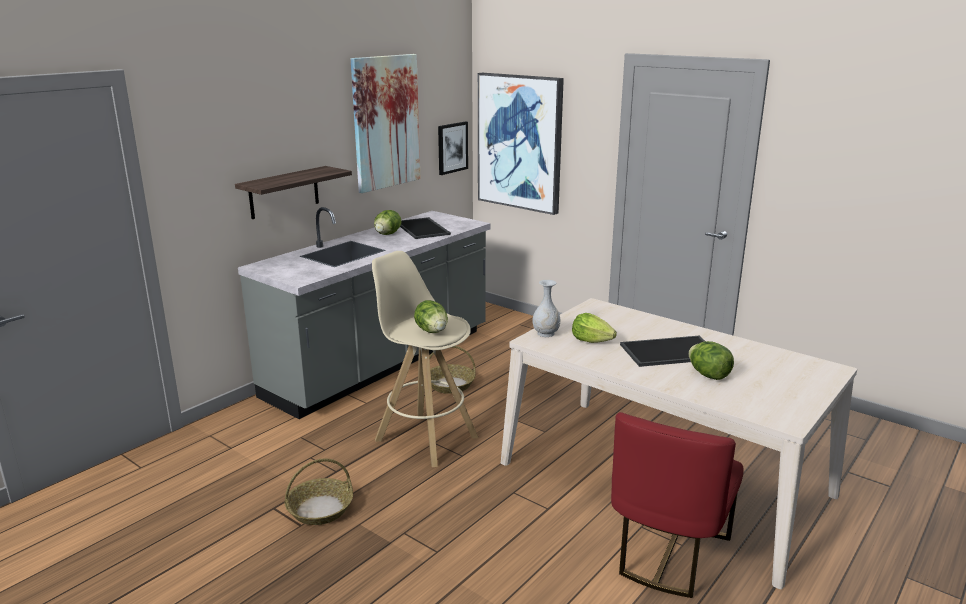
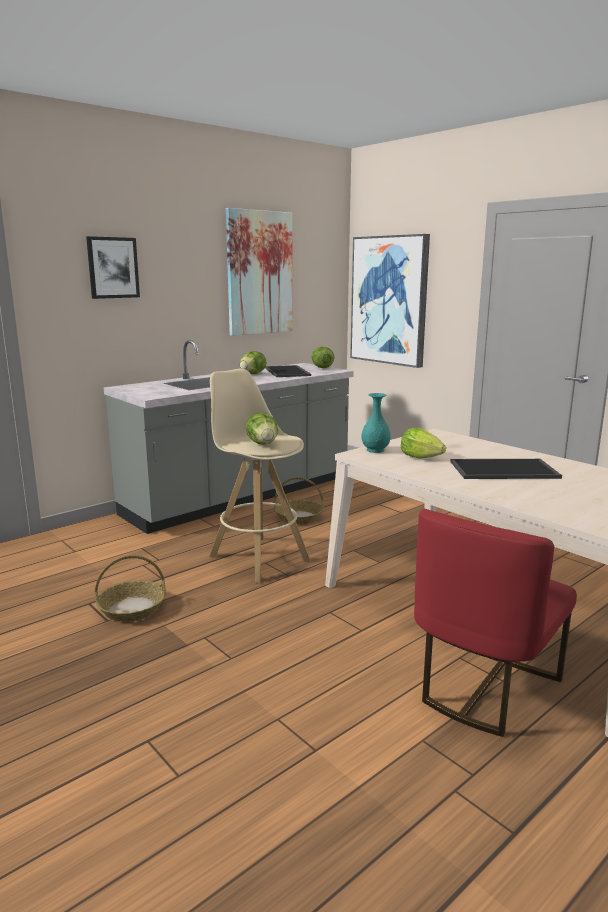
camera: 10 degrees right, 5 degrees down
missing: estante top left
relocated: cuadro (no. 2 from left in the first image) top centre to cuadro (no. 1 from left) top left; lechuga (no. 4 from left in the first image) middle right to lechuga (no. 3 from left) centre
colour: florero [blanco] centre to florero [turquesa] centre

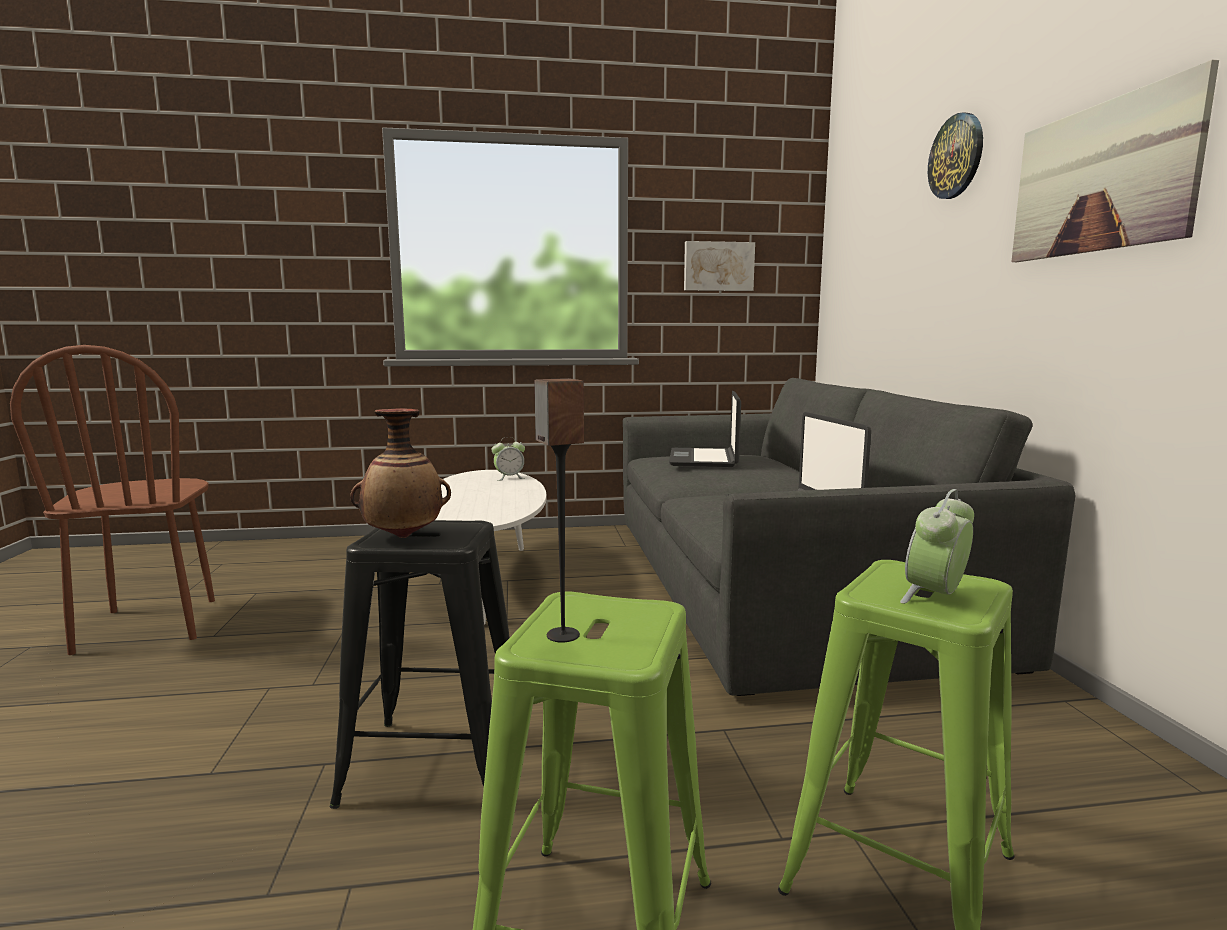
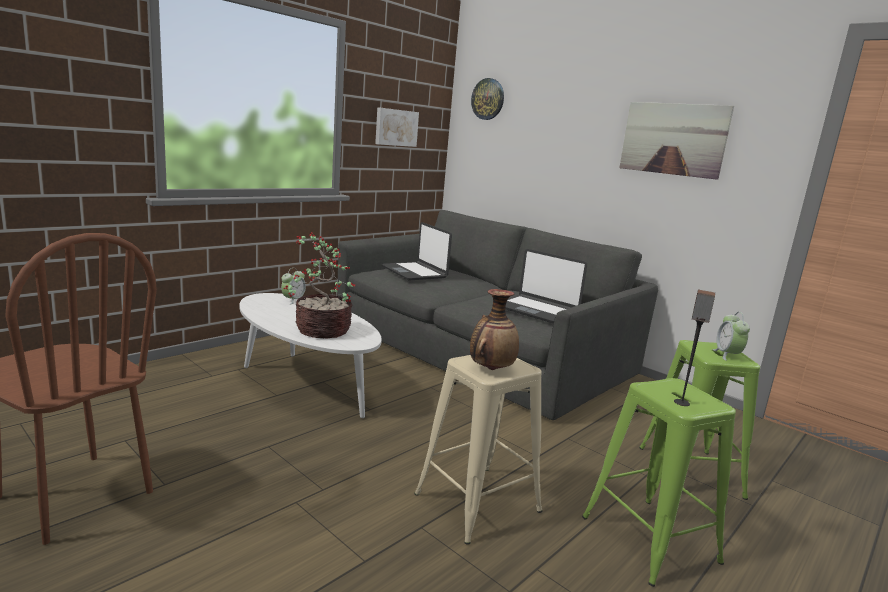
camera: 40 degrees left, 5 degrees up
appeared: planta en maceta centre
relocated: reloj de pared top right to top centre
colour: taburete [negro] bottom centre to taburete [beis] bottom centre

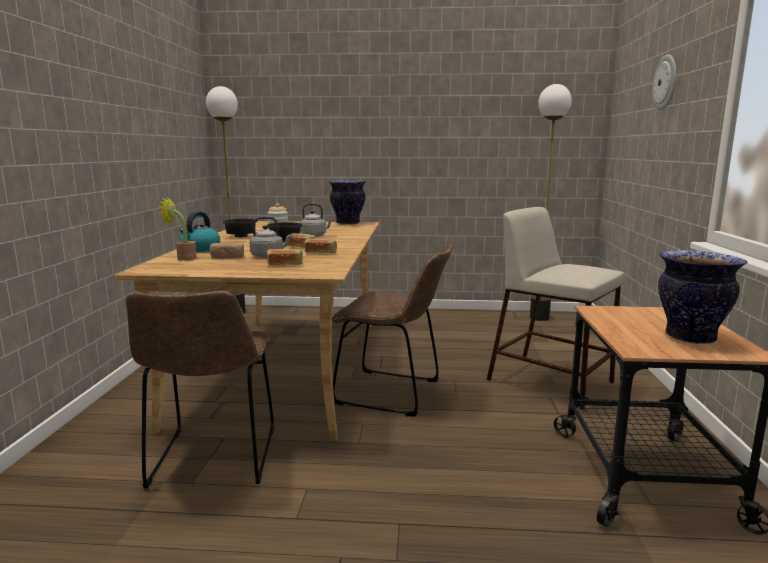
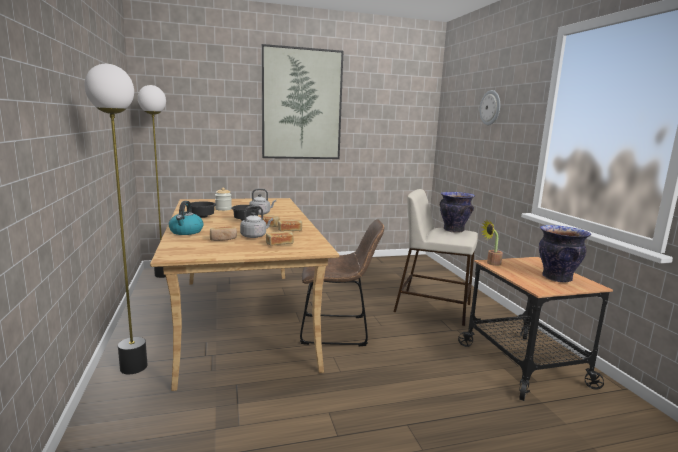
camera: 20 degrees left, 0 degrees up
missing: silla [marrón] (no. 1 from left) bottom left
appeared: cuadro top centre
relocated: planta en maceta middle left to middle right; florero (no. 1 from left) centre to middle right; lámpara de pie (no. 2 from left in the first image) middle right to lámpara de pie (no. 1 from left) middle left

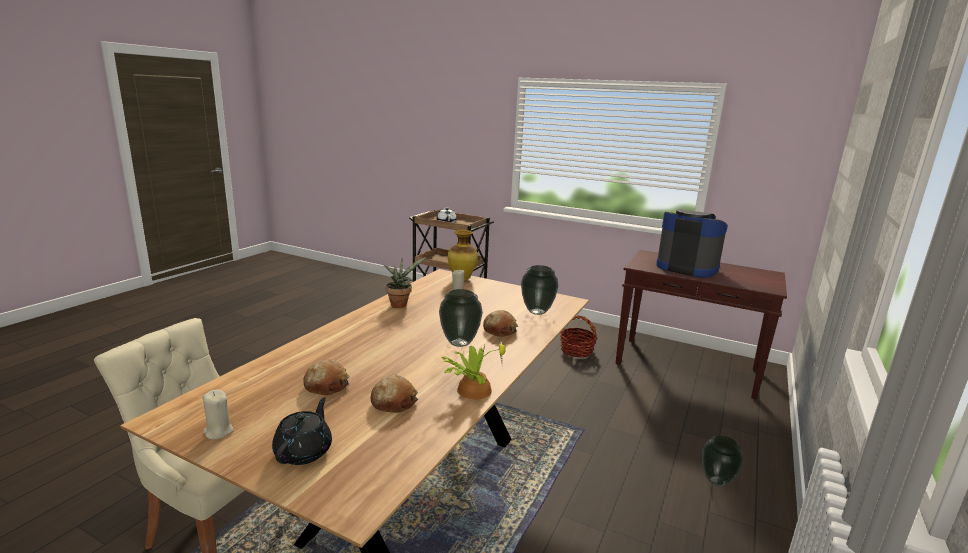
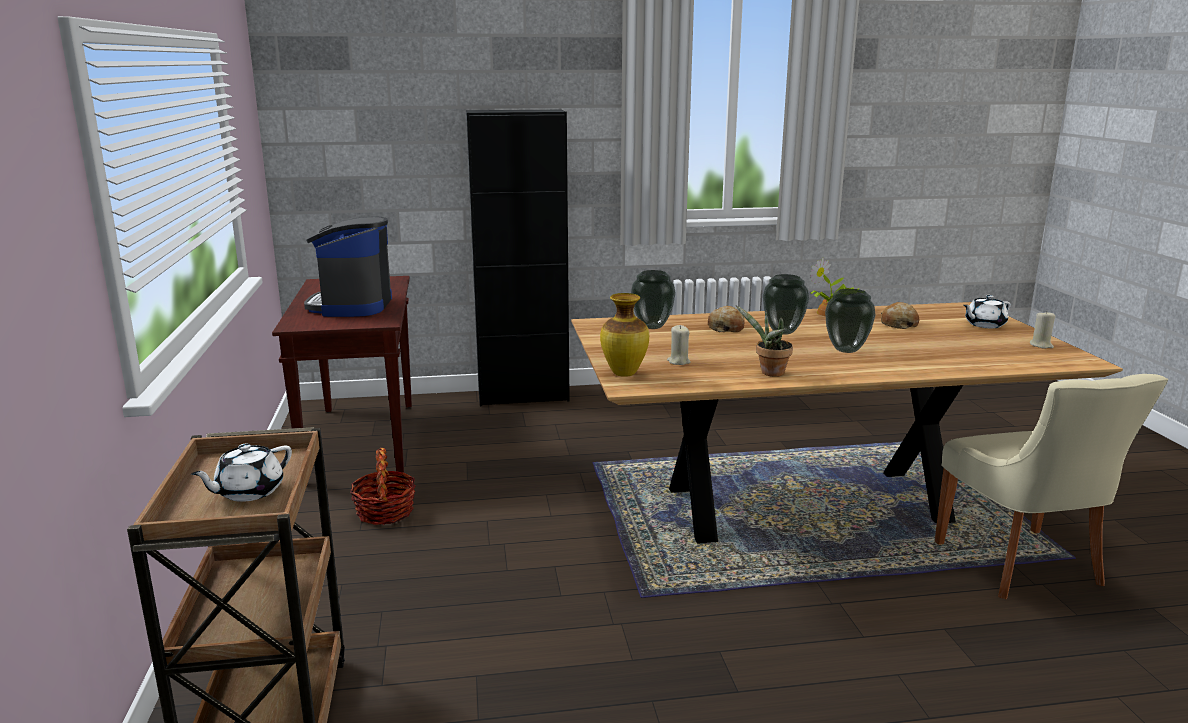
camera: 125 degrees left, 0 degrees up
missing: pan (no. 1 from left) bottom centre
appeared: armario [negro] centre
relocated: florero (no. 4 from left) bottom right to middle right
colour: tetera [negro] bottom left to tetera [blanco] (no. 2 from left) middle right

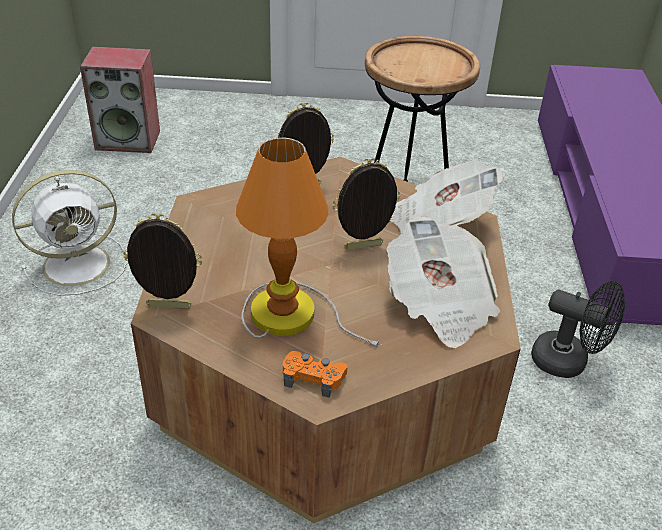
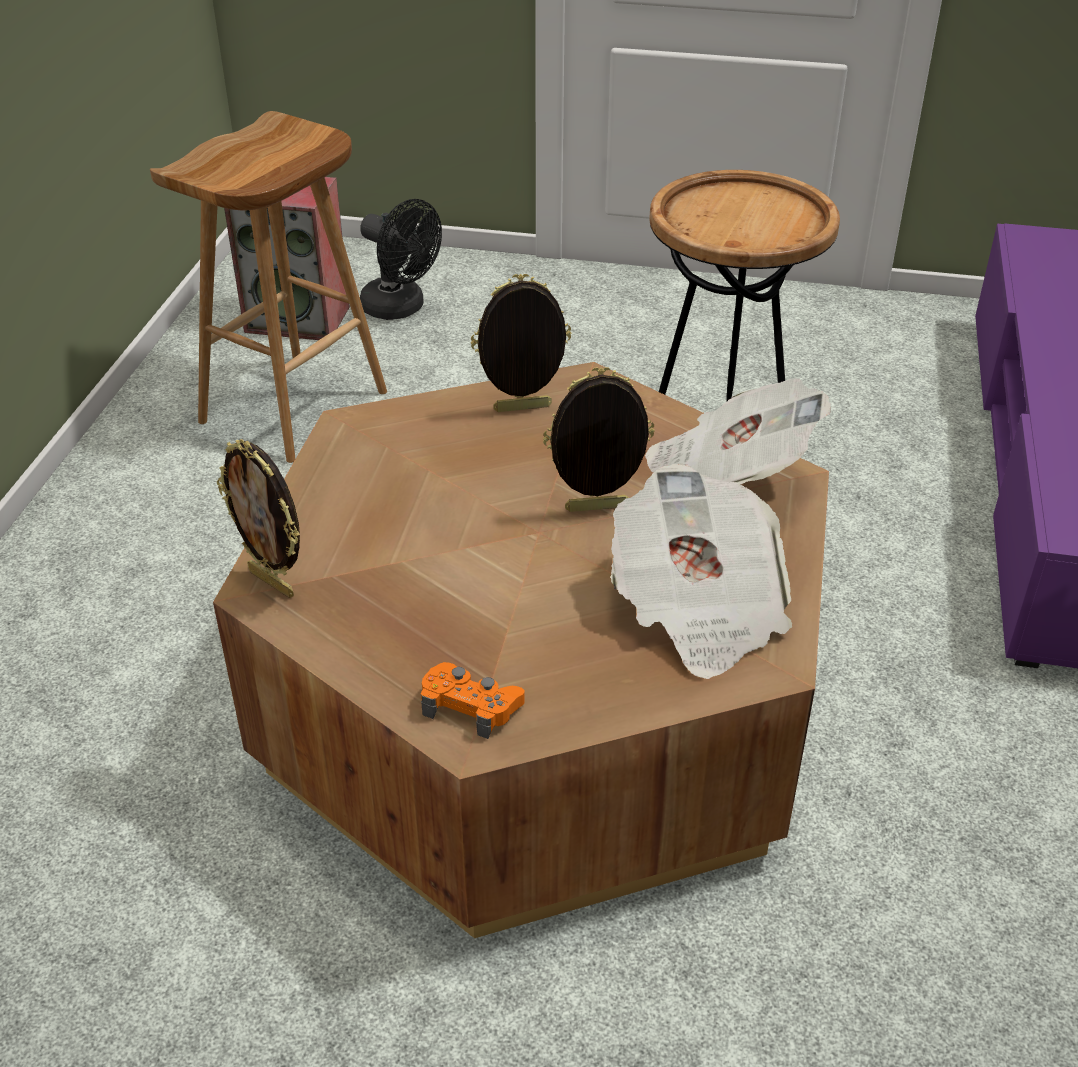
camera: 10 degrees right, 0 degrees up
missing: ventilador [blanco] middle left; lámpara de mesa centre
appeared: taburete [marrón] top left
relocated: ventilador [negro] middle right to top centre
spun: portarretratos (no. 1 from left) middle left = middle left 150 degrees counterclockwise

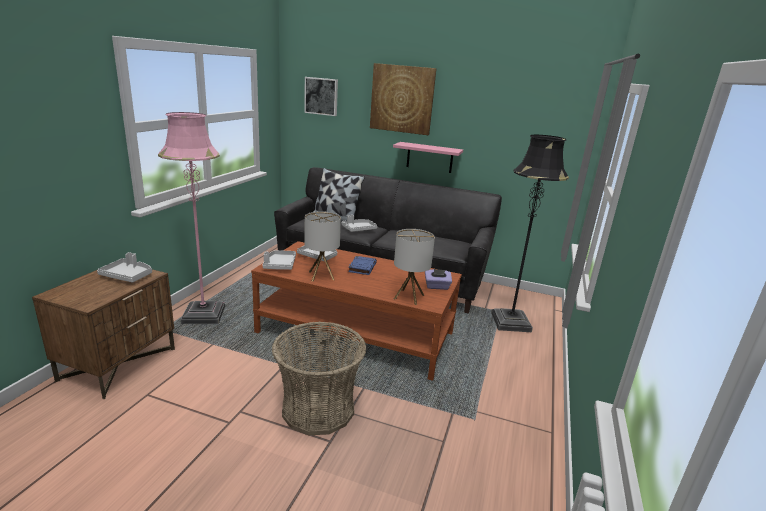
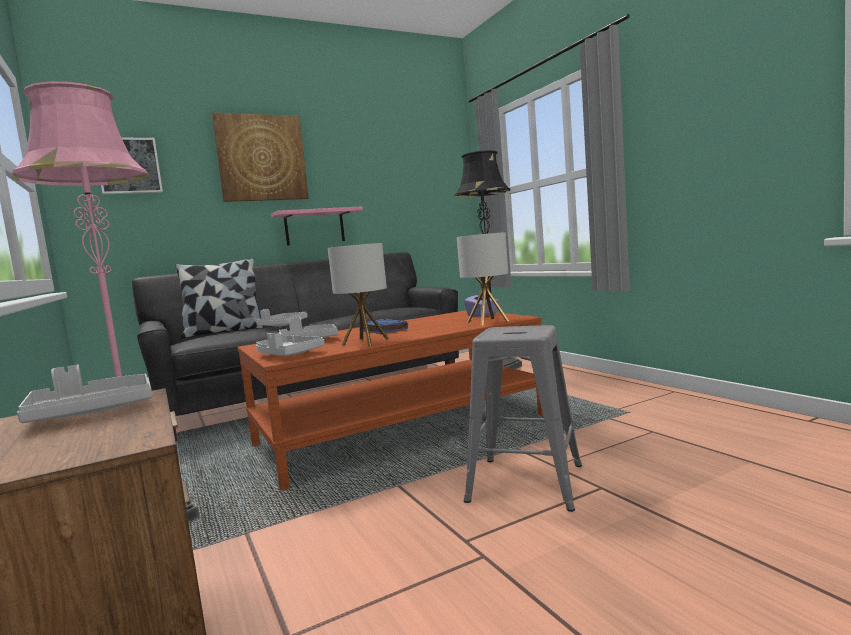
camera: 45 degrees left, 15 degrees down
exchanged: cesta bottom centre to taburete [gris] centre

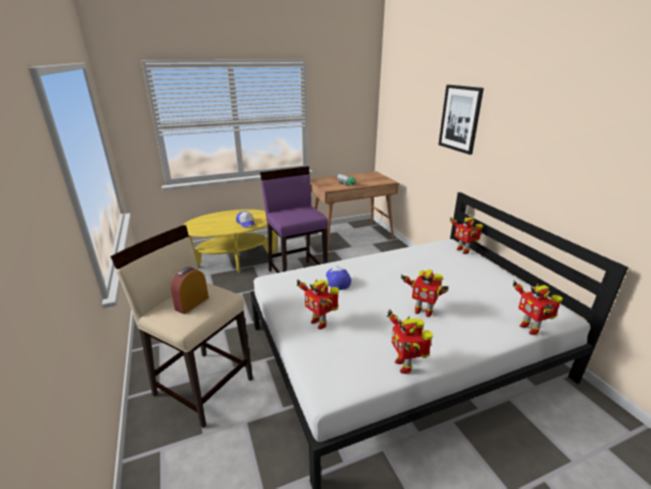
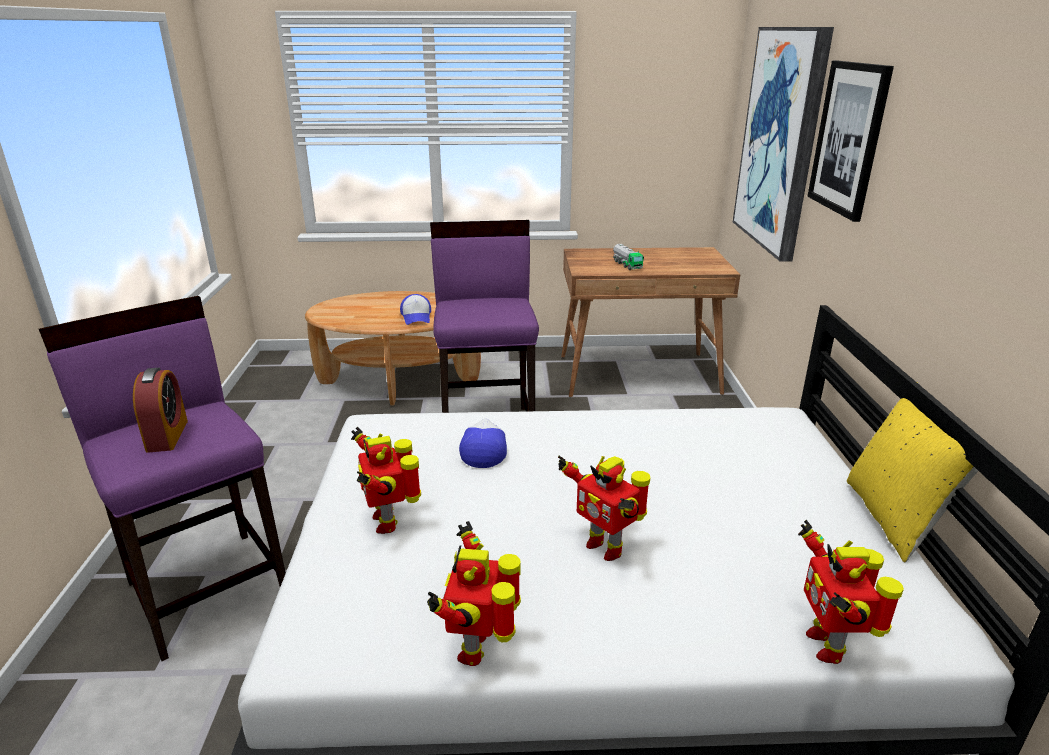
camera: 20 degrees right, 0 degrees up
missing: robot de juguete (no. 4 from left) middle right
appeared: cuadro (no. 1 from left) top right; cojín [amarillo] middle right
colour: taburete [beis] bottom left to taburete [morado] (no. 1 from left) middle left; mesa de centro [amarillo] centre to mesa de centro [marrón] centre
spun: despertador middle left = middle left 120 degrees clockwise

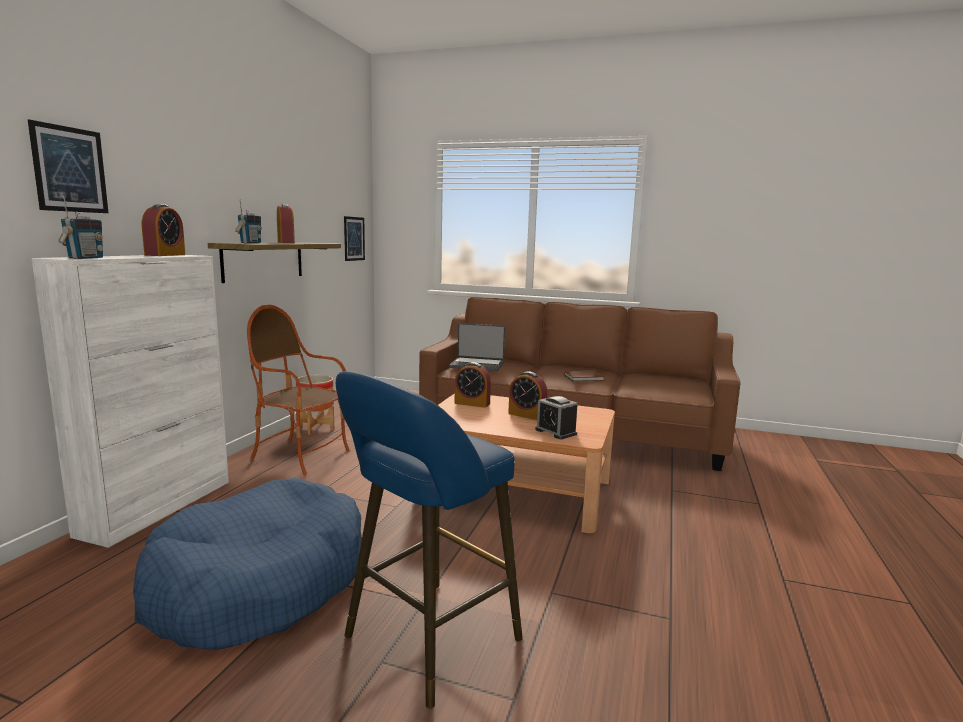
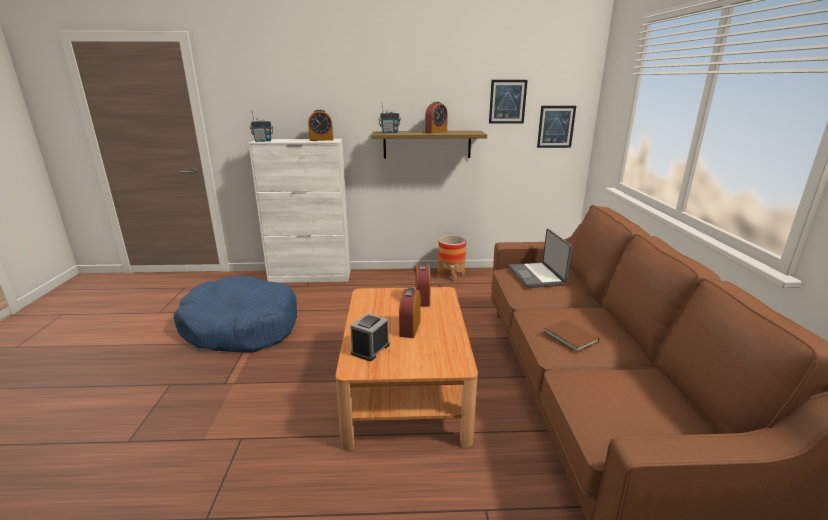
camera: 70 degrees right, 10 degrees up
missing: sillón middle left; taburete [azul] bottom centre
relocated: cuadro (no. 1 from left) top left to top centre

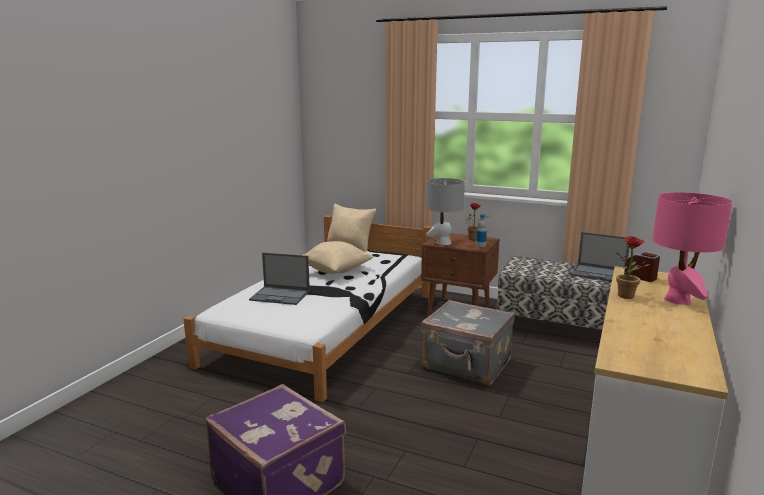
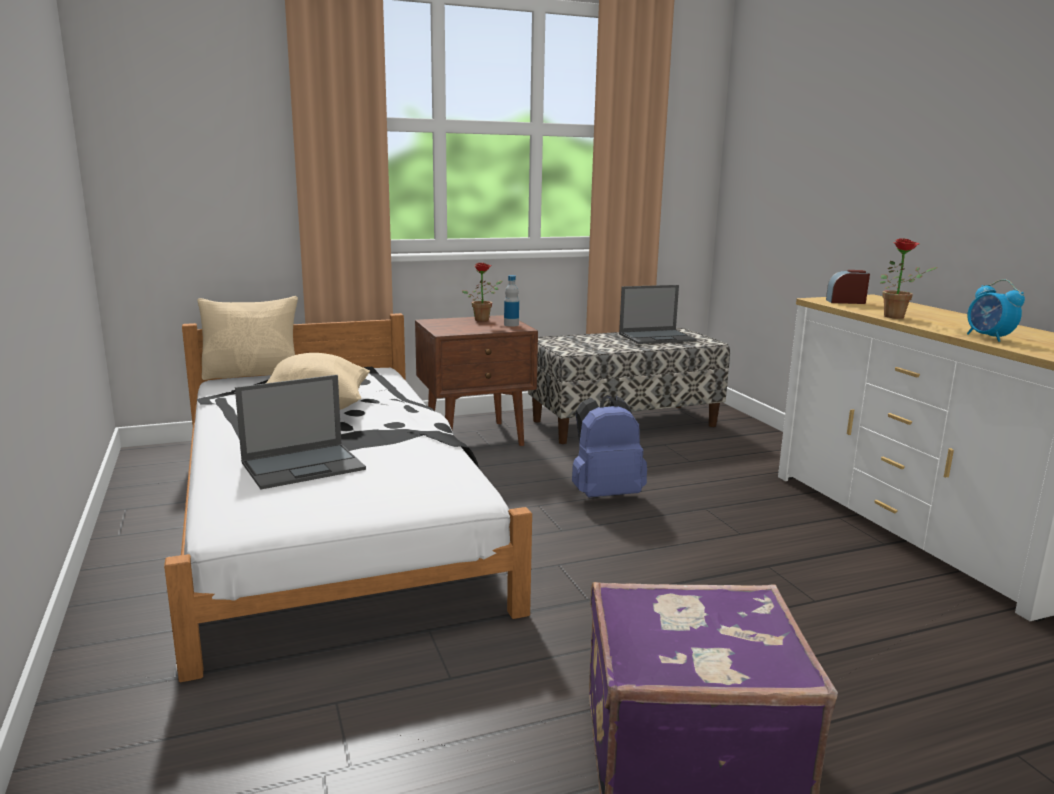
camera: 45 degrees left, 0 degrees up
missing: lámpara de mesa [gris] centre; lámpara de mesa [rosa] middle right
appeared: despertador (no. 2 from left) middle right
exchanged: maleta [gris] bottom centre to mochila [azul] centre

